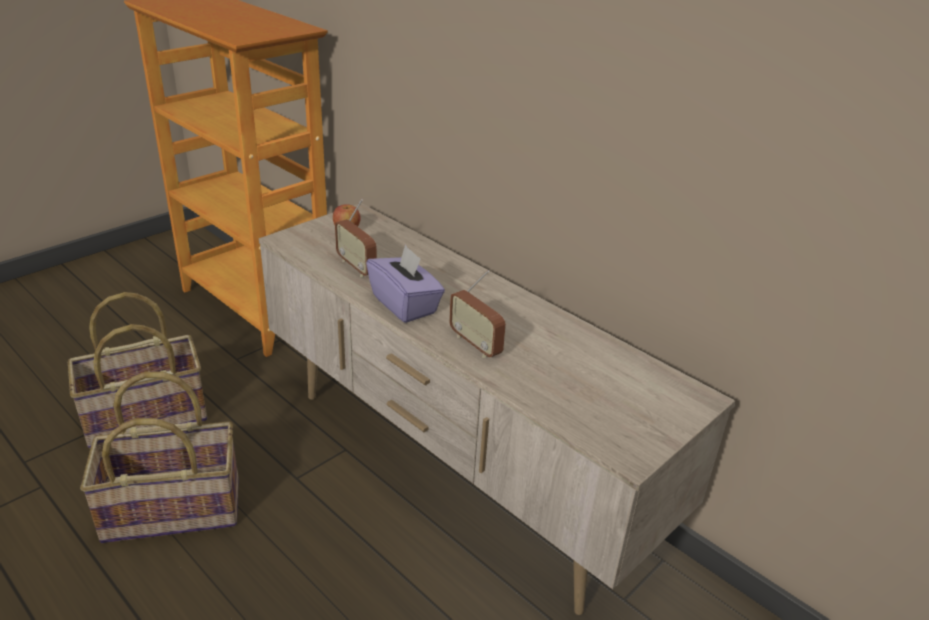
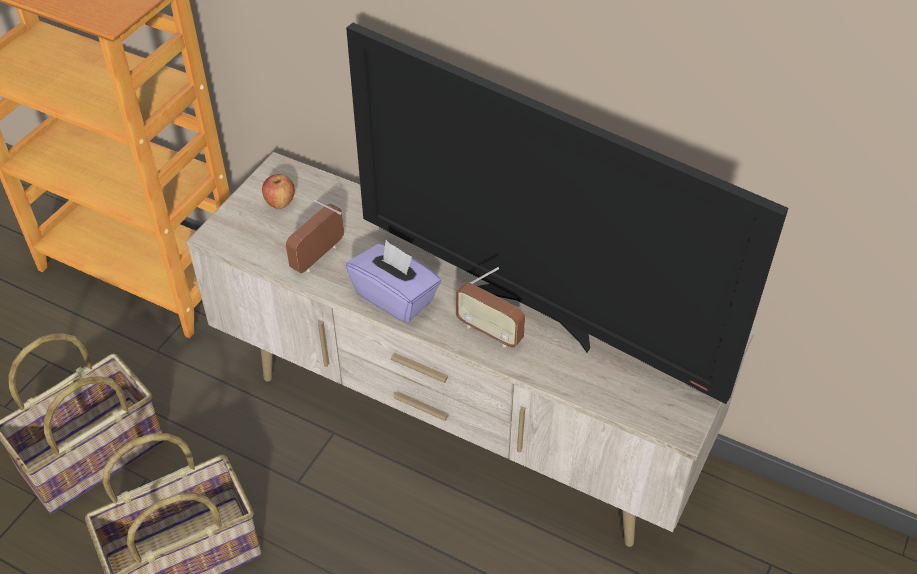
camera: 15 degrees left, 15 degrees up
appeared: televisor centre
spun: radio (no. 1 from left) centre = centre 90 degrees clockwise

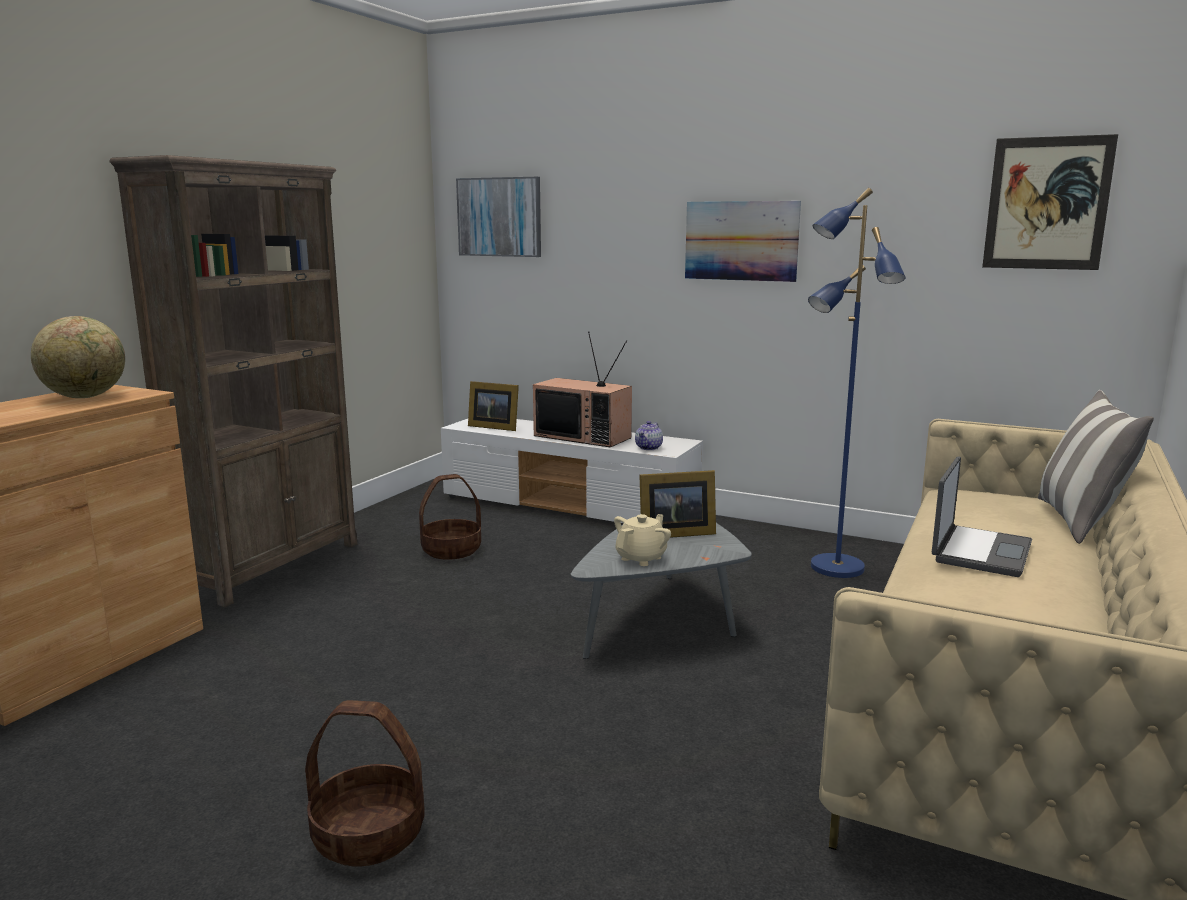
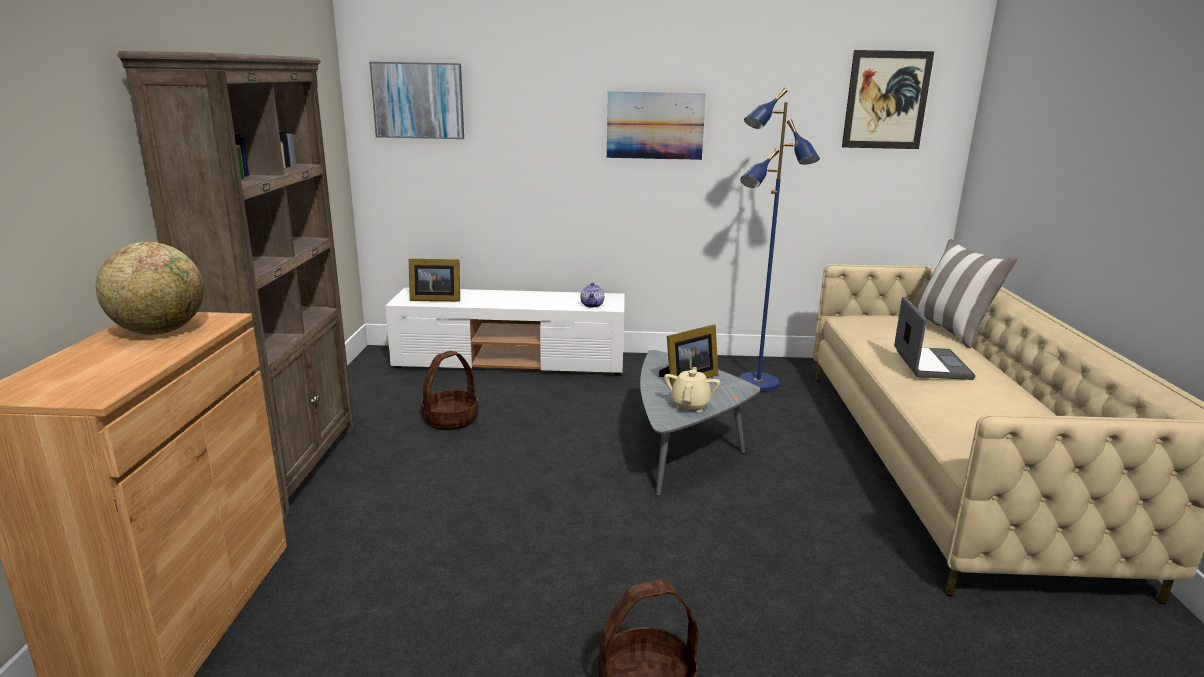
camera: 25 degrees left, 5 degrees up
missing: televisor centre

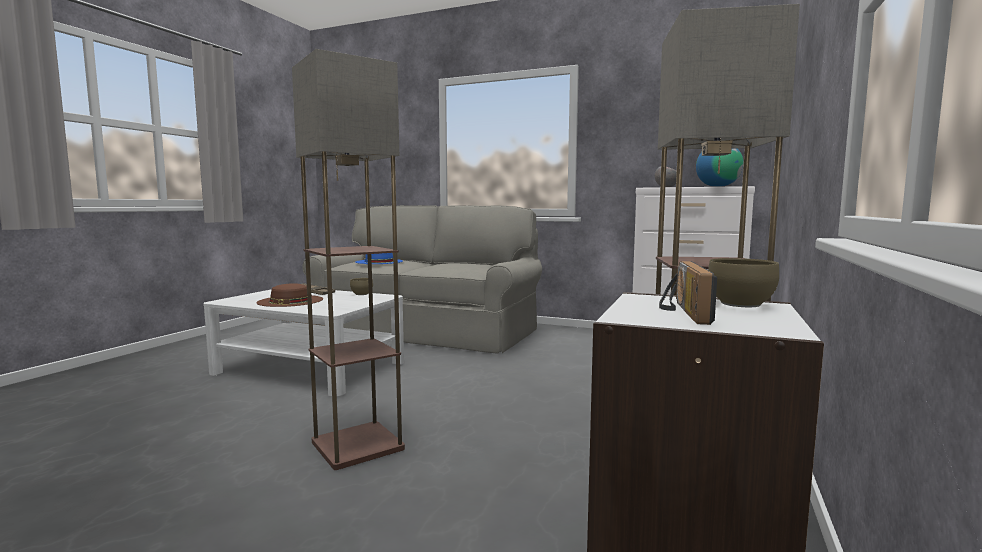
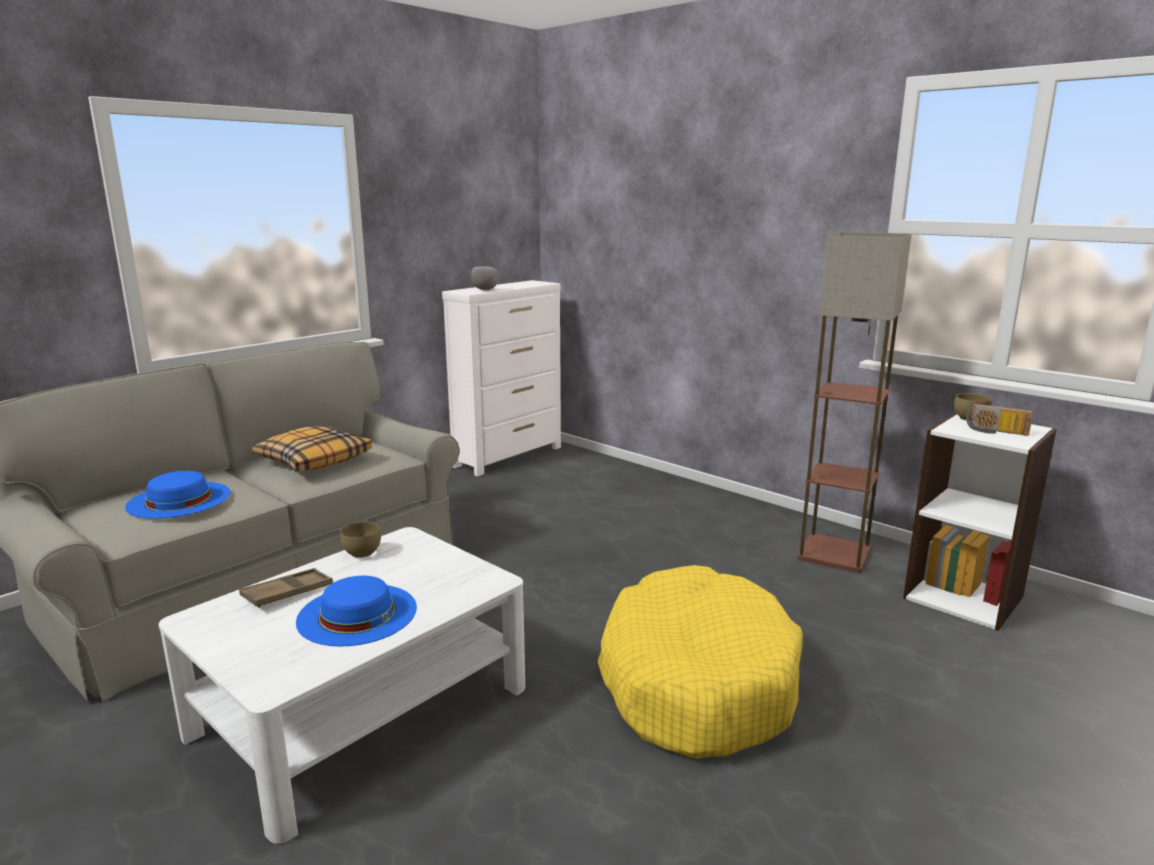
camera: 70 degrees left, 10 degrees up
missing: globo terráqueo top right
appeared: cojín middle left
exchanged: lámpara de pie (no. 1 from left) centre to cama para perro [amarillo] bottom centre
colour: sombrero [marrón] middle left to sombrero [azul] (no. 2 from left) bottom left

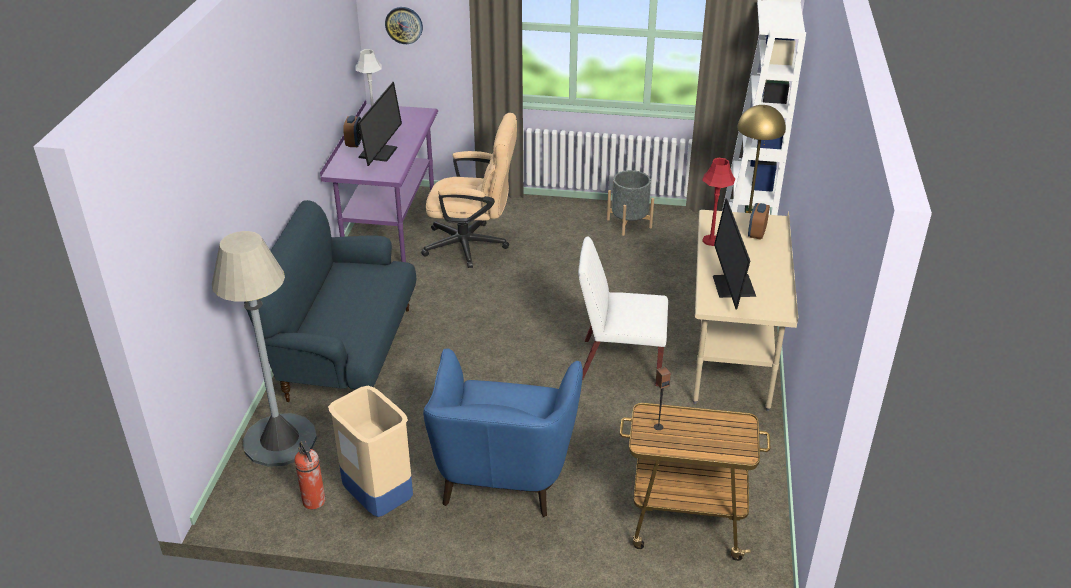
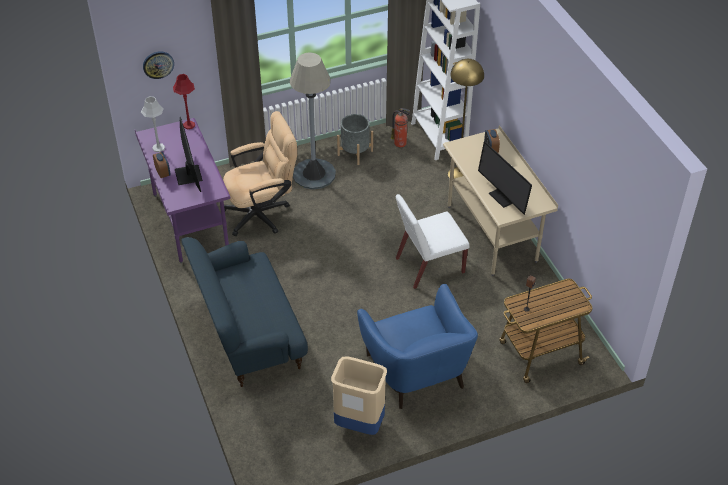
camera: 30 degrees left, 10 degrees up
relocated: lámpara de pie [gris] middle left to top centre; extintor bottom left to top centre; lámpara de mesa [rojo] middle right to top left

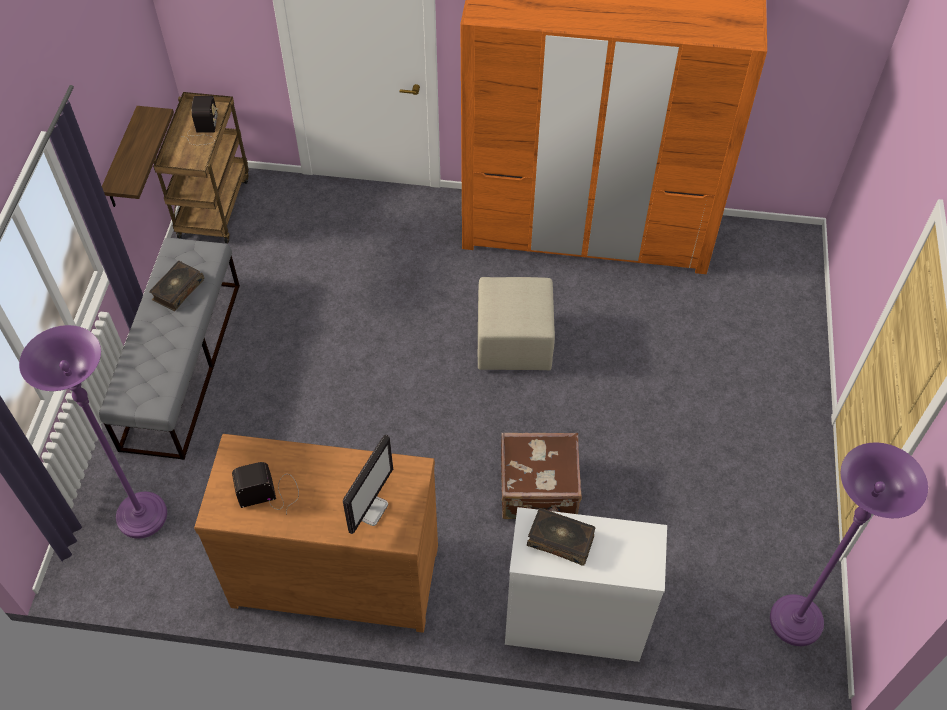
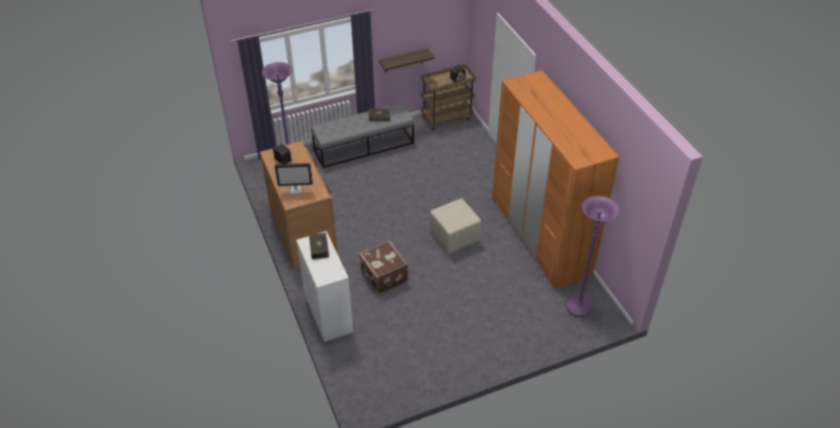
camera: 60 degrees right, 10 degrees down
relocated: lámpara de pie [morado] (no. 2 from left) bottom right to middle right

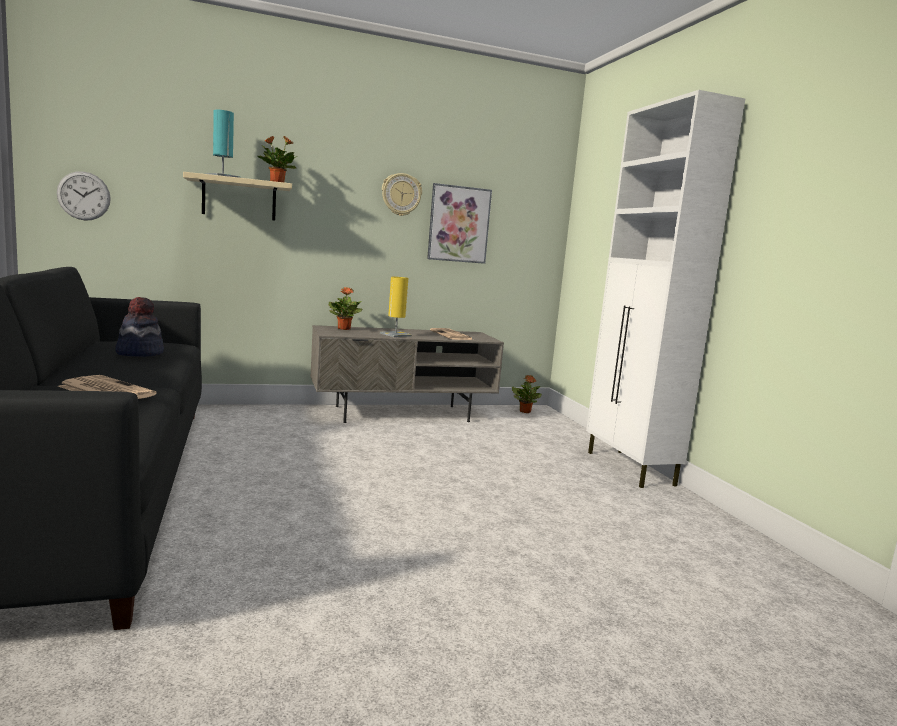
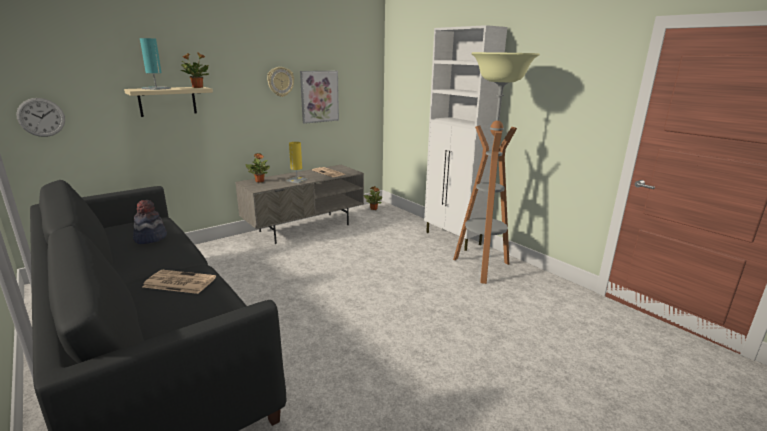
camera: 20 degrees left, 10 degrees up
appeared: lámpara de pie centre

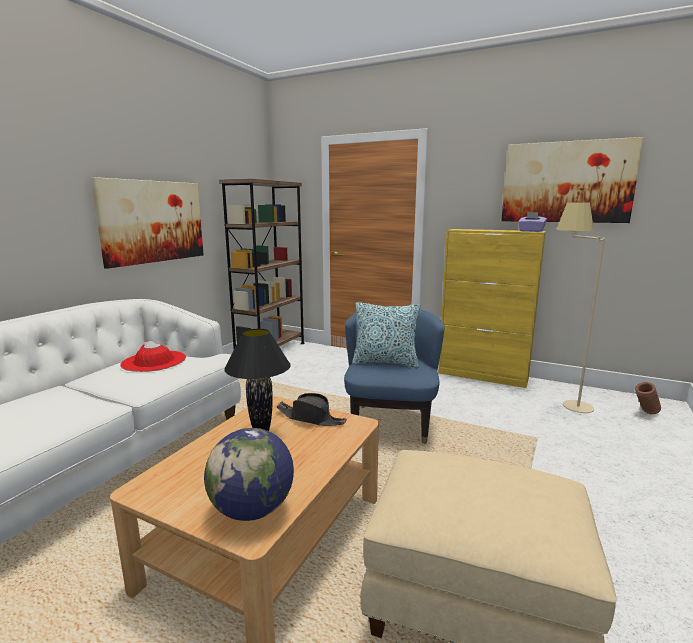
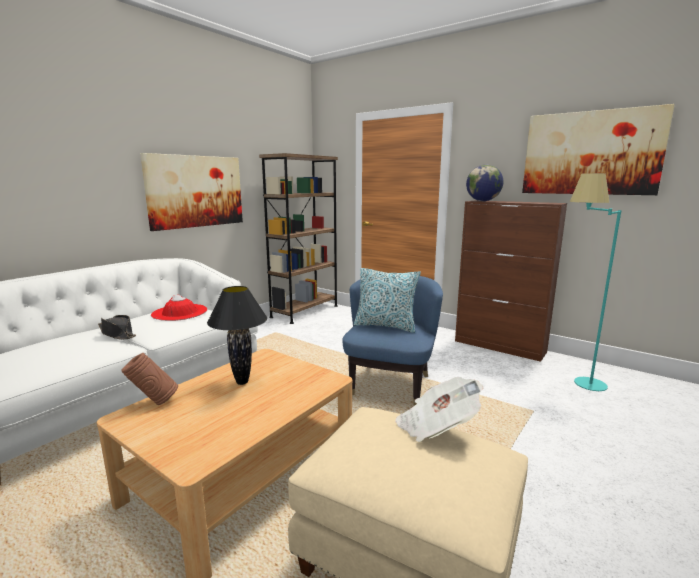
camera: 10 degrees right, 0 degrees up
missing: caja de pañuelos [morado] middle right
appeared: periódico bottom centre
relocated: globo terráqueo bottom centre to top right; sombrero [negro] centre to middle left; florero [marrón] middle right to middle left
colour: armario [amarillo] middle right to armario [marrón] middle right; lámpara de pie [beis] middle right to lámpara de pie [turquesa] middle right

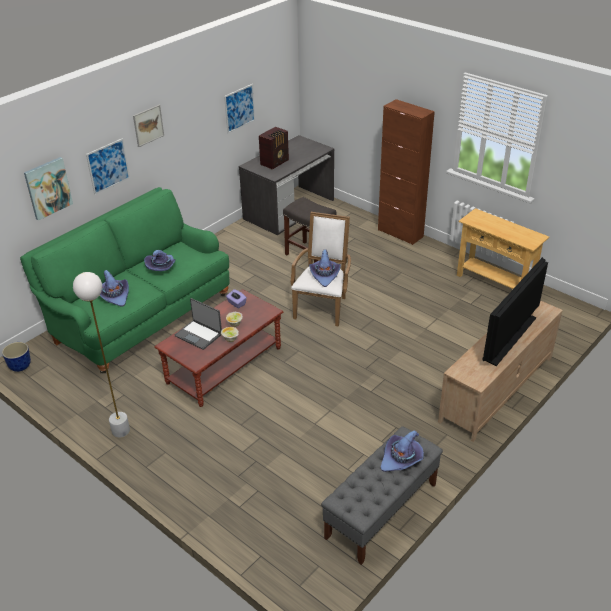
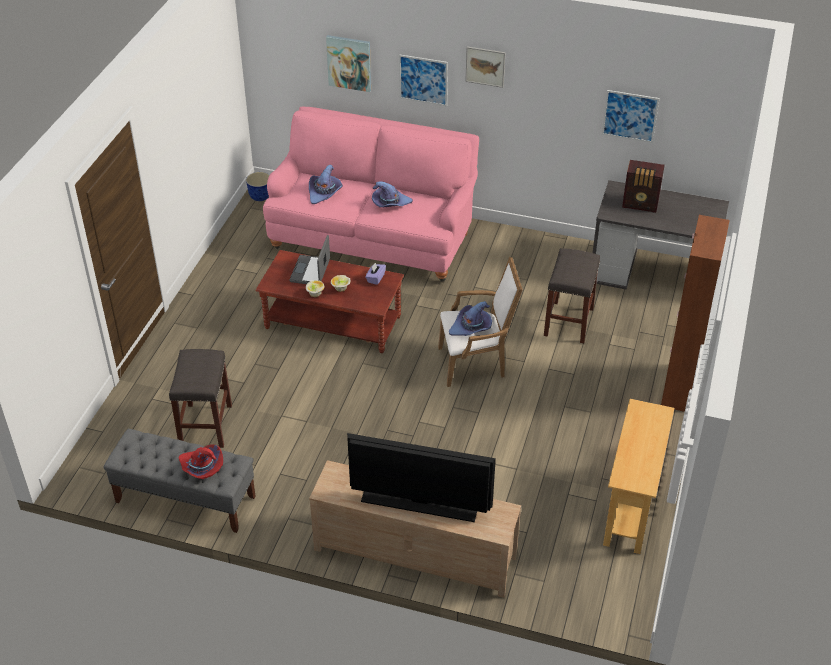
camera: 65 degrees right, 5 degrees up
missing: lámpara de pie [blanco] middle left
appeared: taburete [gris] (no. 1 from left) middle left
colour: sofá [verde] middle left to sofá [rosa] top centre; sombrero [morado] (no. 4 from left) bottom centre to sombrero [rojo] bottom left

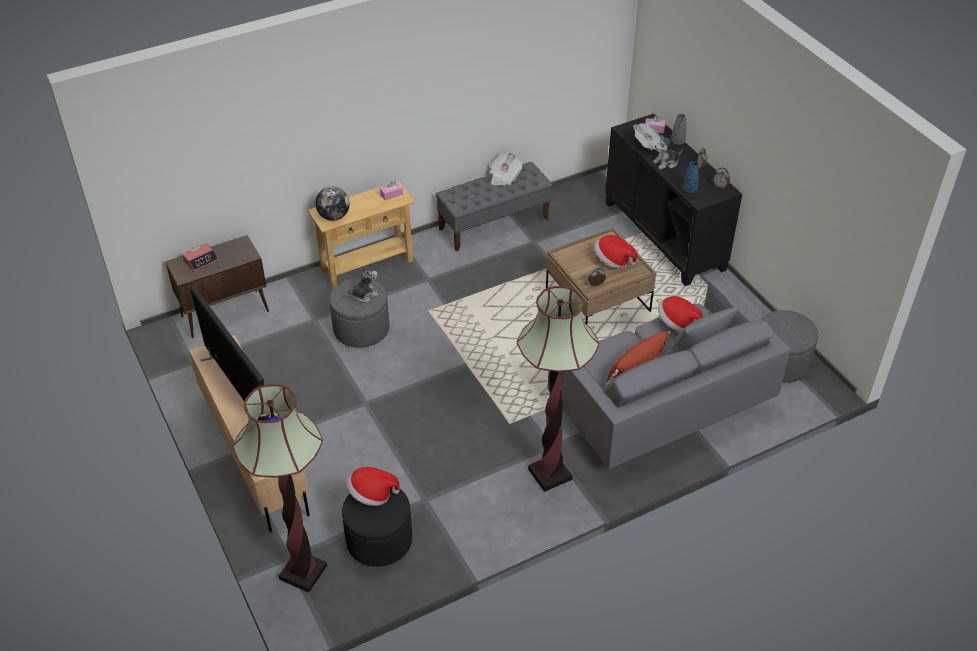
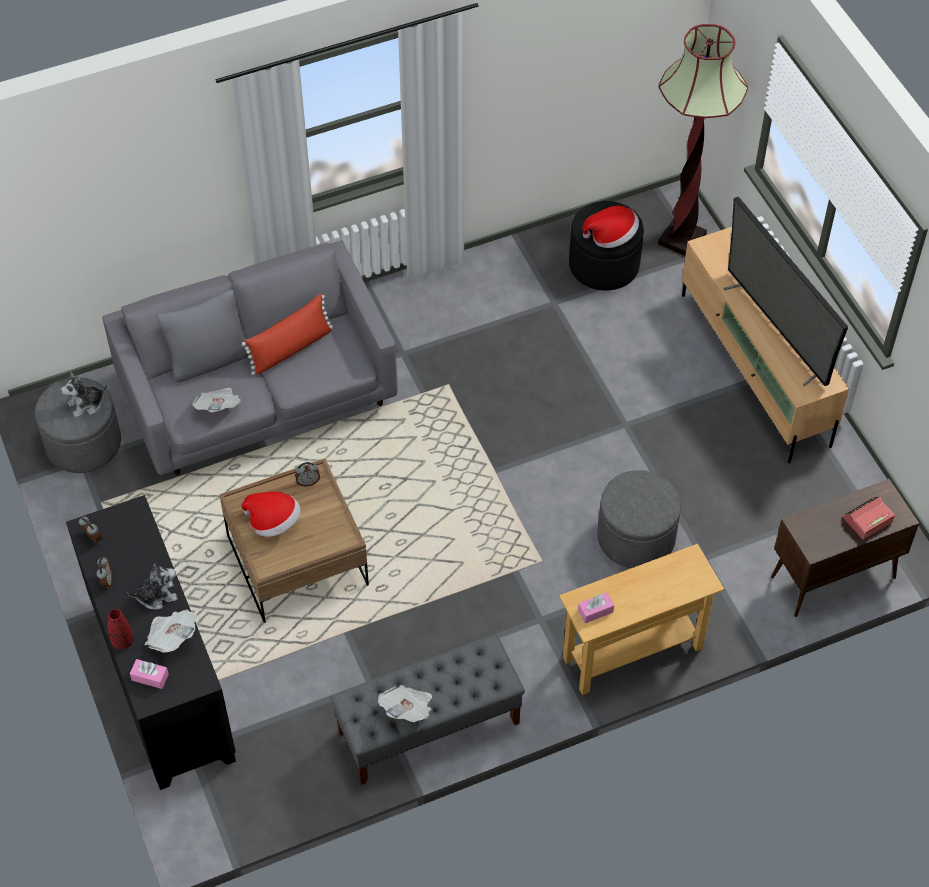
camera: 175 degrees left, 10 degrees up
missing: globo terráqueo top centre; lámpara de pie (no. 2 from left) centre; florero [azul] top right
relocated: peluche (no. 1 from left) centre to middle left
exchanged: sombrero (no. 3 from left) middle right to periódico (no. 2 from left) middle left
colour: florero [gris] top right to florero [rojo] bottom left

